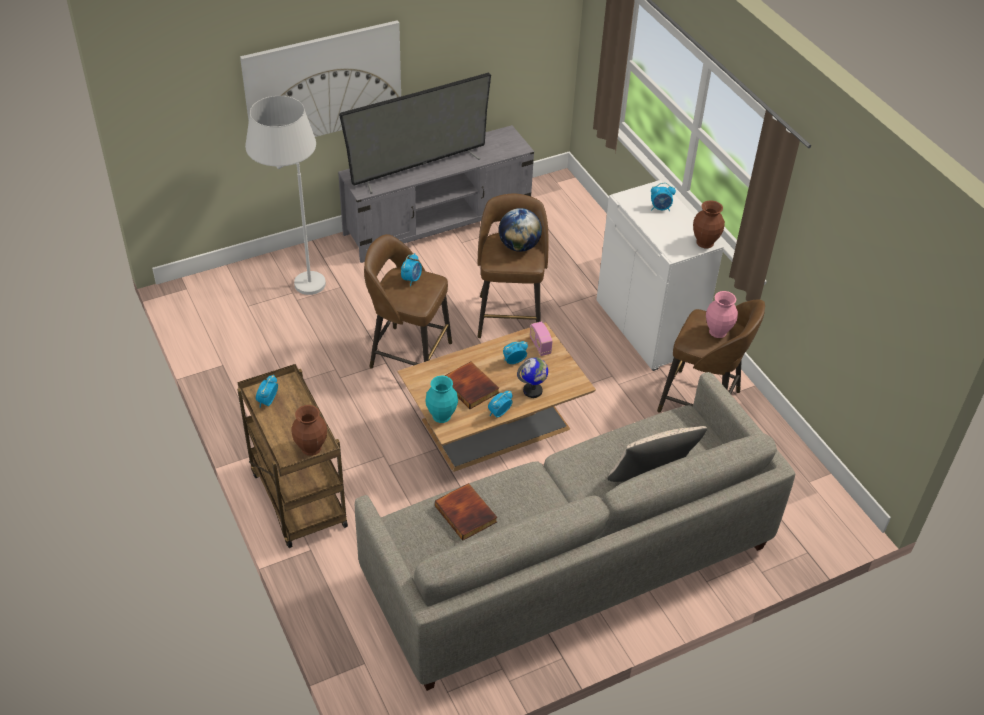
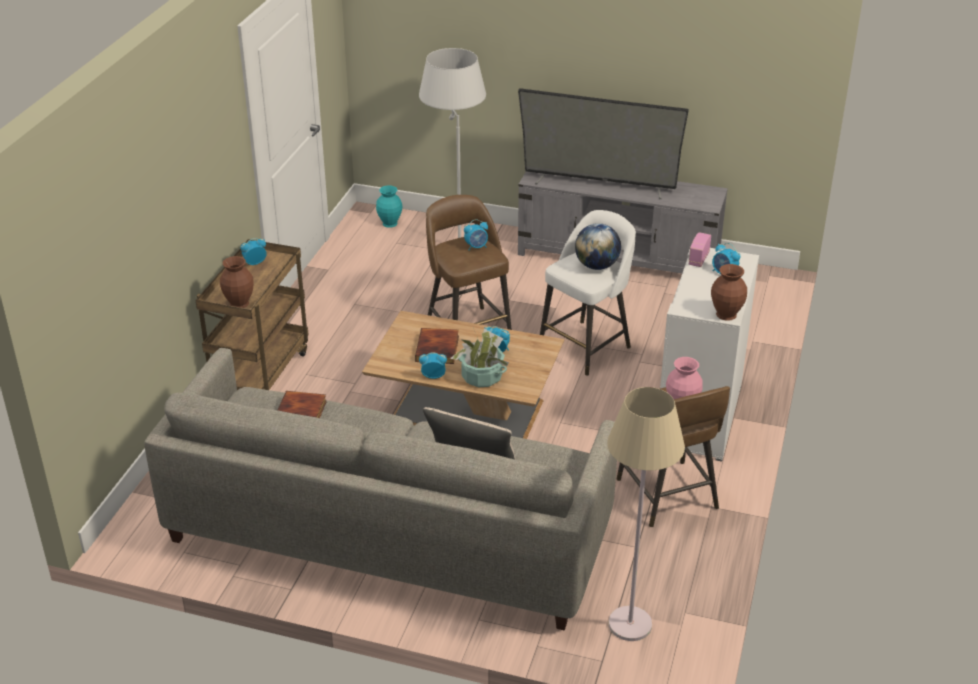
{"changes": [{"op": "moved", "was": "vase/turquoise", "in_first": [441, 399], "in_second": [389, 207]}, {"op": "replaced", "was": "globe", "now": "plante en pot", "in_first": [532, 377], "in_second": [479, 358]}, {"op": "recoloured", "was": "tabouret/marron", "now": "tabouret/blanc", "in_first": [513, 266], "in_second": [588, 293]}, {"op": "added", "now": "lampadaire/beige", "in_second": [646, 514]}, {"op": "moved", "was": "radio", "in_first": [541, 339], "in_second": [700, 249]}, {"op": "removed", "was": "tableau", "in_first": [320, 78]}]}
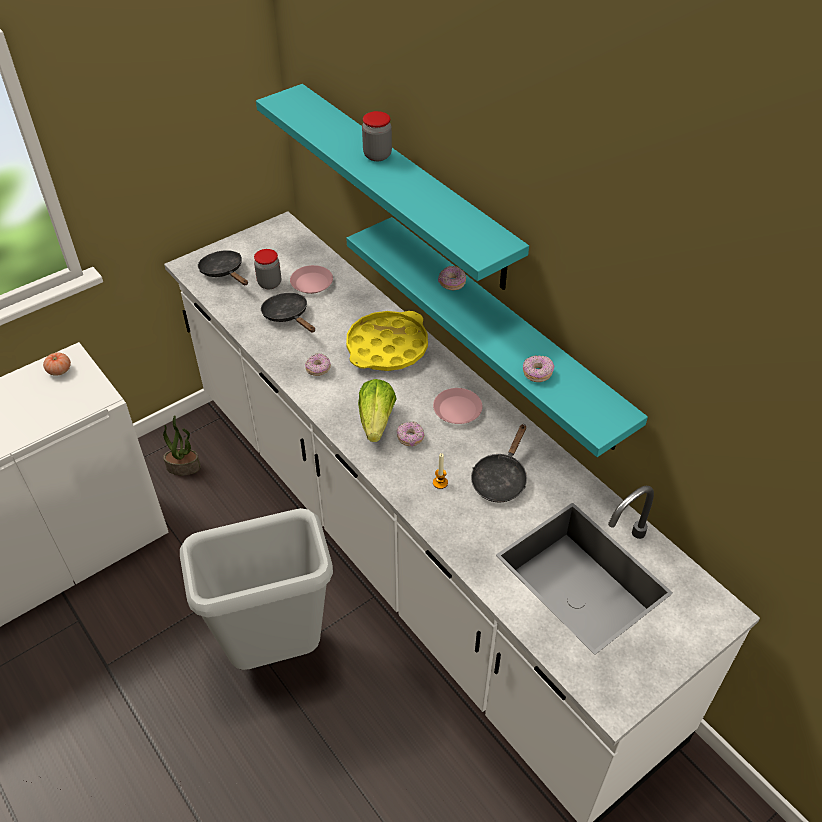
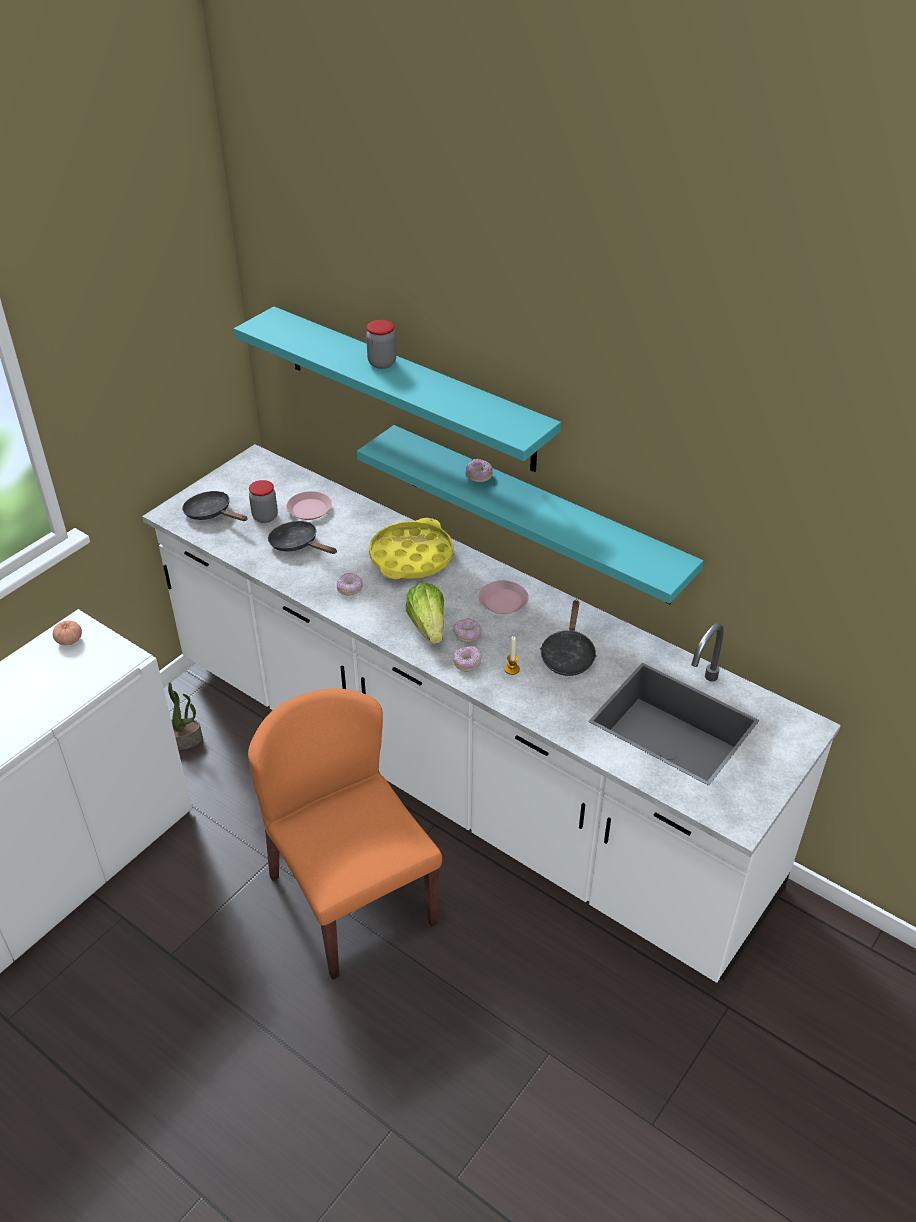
{"changes": [{"op": "replaced", "was": "poubelle/gris", "now": "chaise/orange", "in_first": [256, 589], "in_second": [345, 834]}, {"op": "moved", "was": "beignet", "in_first": [538, 368], "in_second": [467, 659]}]}
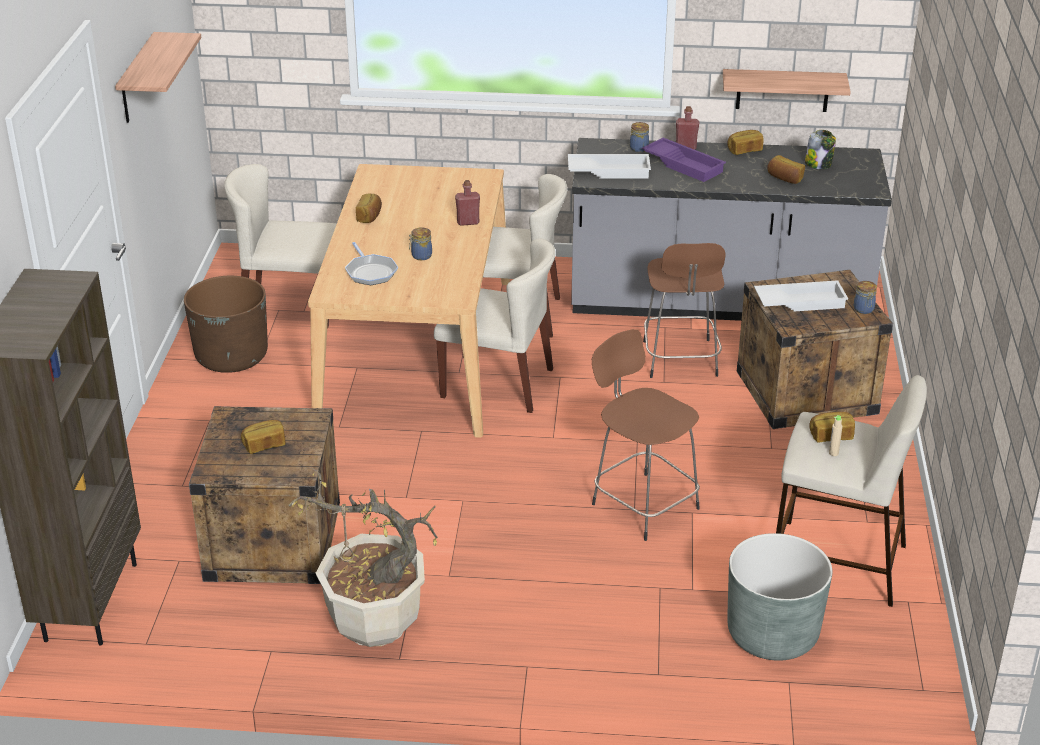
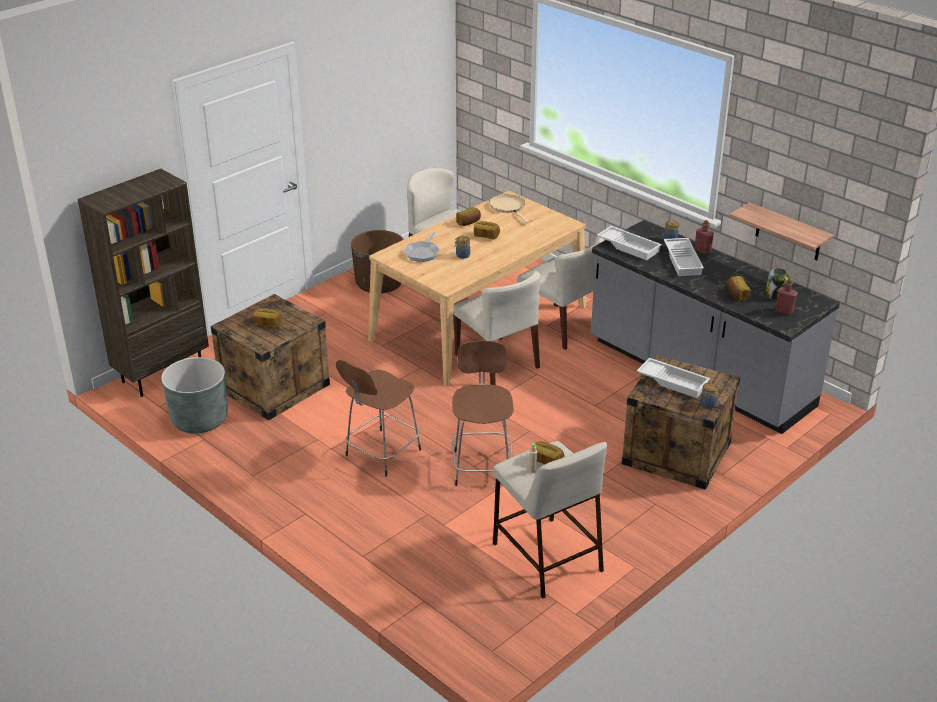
{"changes": [{"op": "moved", "was": "cache-pot/gris", "in_first": [779, 597], "in_second": [194, 395]}, {"op": "moved", "was": "tabouret/marron", "in_first": [684, 310], "in_second": [378, 418]}, {"op": "moved", "was": "pain", "in_first": [745, 142], "in_second": [487, 230]}, {"op": "added", "now": "poêle/beige", "in_second": [509, 208]}, {"op": "recoloured", "was": "plateau/violet", "now": "plateau/blanc", "in_first": [684, 160], "in_second": [684, 257]}, {"op": "moved", "was": "bouteille/rouge", "in_first": [467, 203], "in_second": [786, 297]}, {"op": "removed", "was": "étagère", "in_first": [158, 77]}, {"op": "removed", "was": "plante en pot", "in_first": [363, 557]}]}
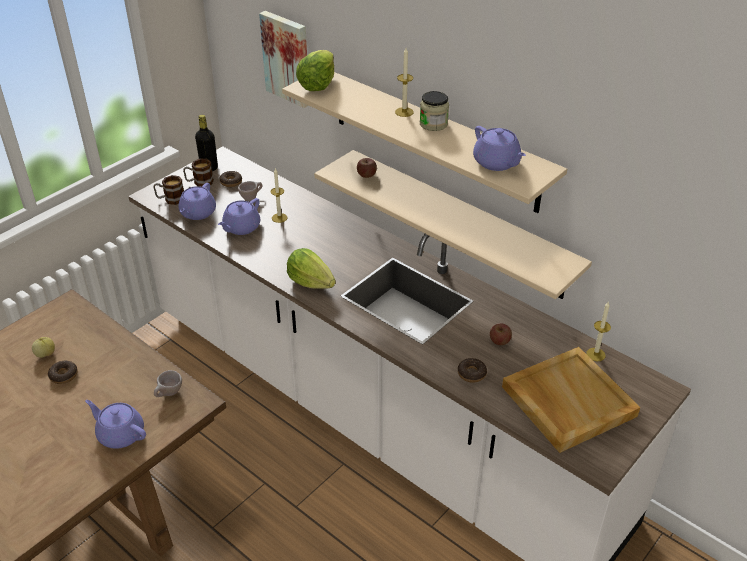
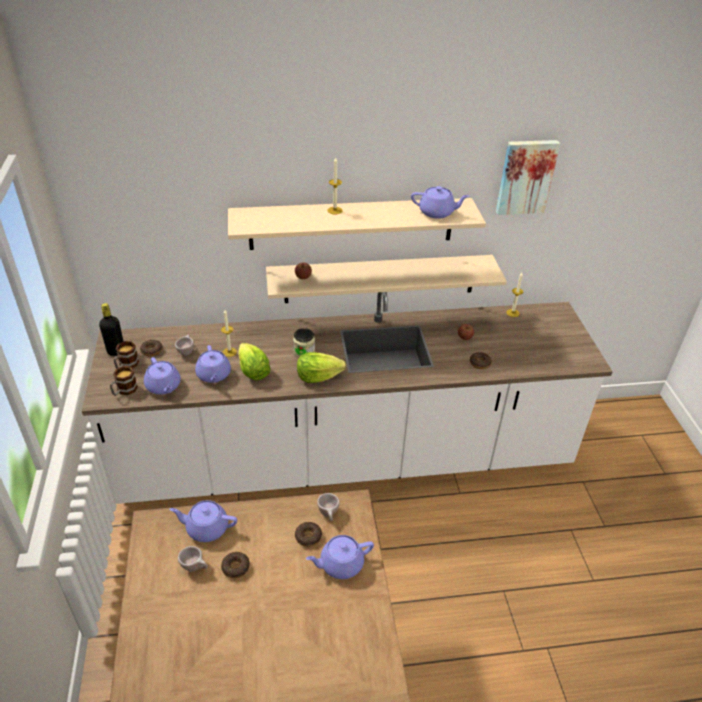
{"changes": [{"op": "added", "now": "théière/violet", "in_second": [203, 521]}, {"op": "replaced", "was": "pomme", "now": "tasse/beige", "in_first": [43, 347], "in_second": [193, 559]}, {"op": "moved", "was": "laitue", "in_first": [315, 70], "in_second": [254, 362]}, {"op": "moved", "was": "bocal", "in_first": [434, 111], "in_second": [304, 342]}, {"op": "added", "now": "beignet", "in_second": [308, 534]}, {"op": "moved", "was": "tableau", "in_first": [284, 59], "in_second": [528, 177]}, {"op": "removed", "was": "plateau/beige", "in_first": [571, 400]}]}
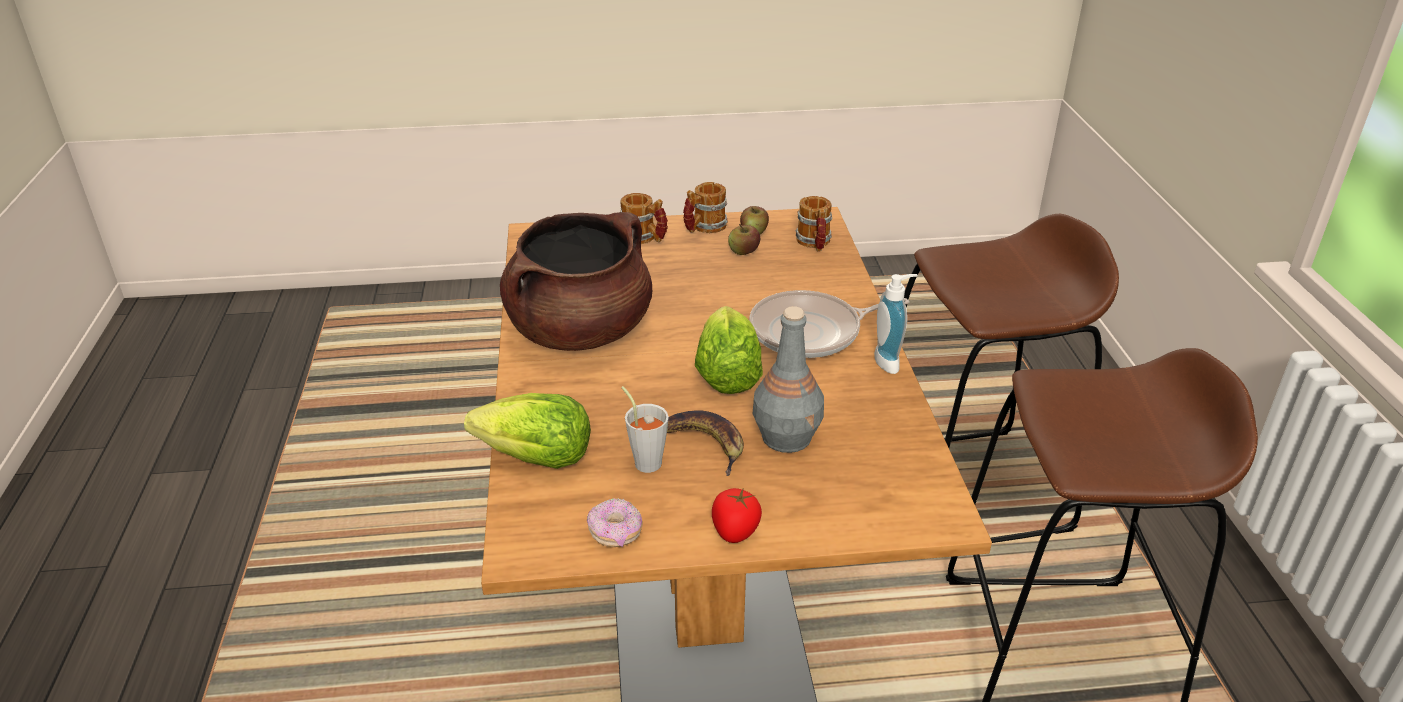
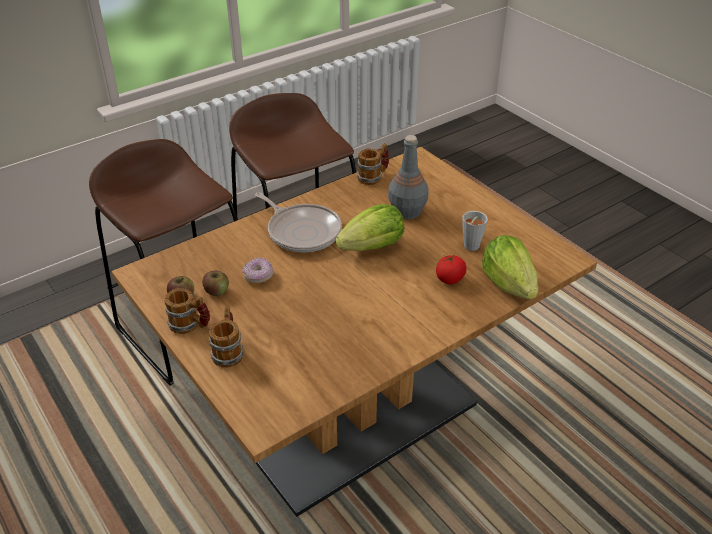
{"changes": [{"op": "moved", "was": "beignet", "in_first": [615, 522], "in_second": [257, 270]}, {"op": "moved", "was": "mug", "in_first": [814, 223], "in_second": [373, 164]}, {"op": "moved", "was": "tomate", "in_first": [737, 515], "in_second": [451, 269]}, {"op": "removed", "was": "marmite/marron", "in_first": [576, 281]}, {"op": "removed", "was": "banane", "in_first": [705, 443]}, {"op": "removed", "was": "distributeur de savon", "in_first": [895, 324]}]}
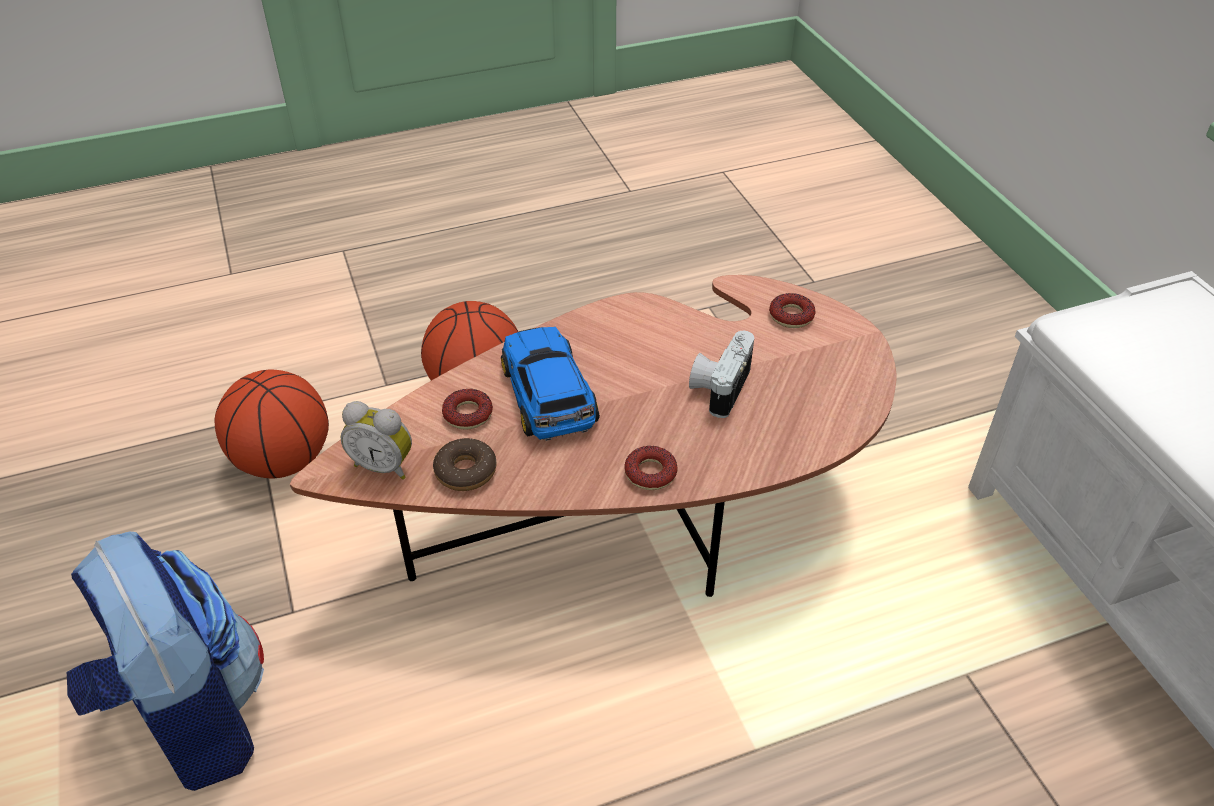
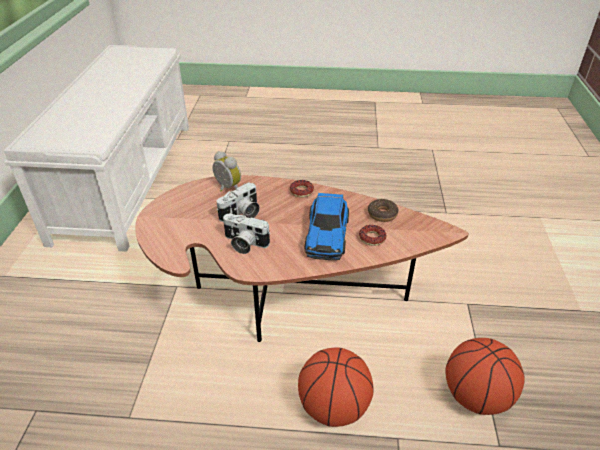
{"changes": [{"op": "moved", "was": "réveil", "in_first": [376, 440], "in_second": [227, 171]}, {"op": "added", "now": "appareil photo", "in_second": [246, 234]}, {"op": "removed", "was": "sac à dos", "in_first": [165, 661]}, {"op": "removed", "was": "beignet", "in_first": [792, 310]}]}
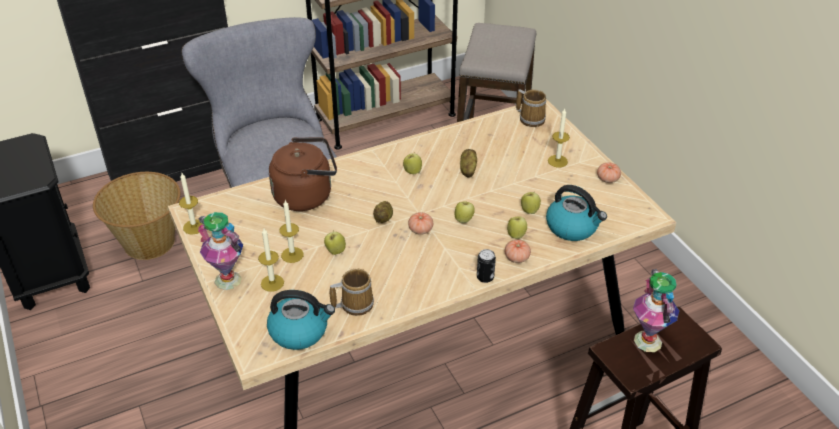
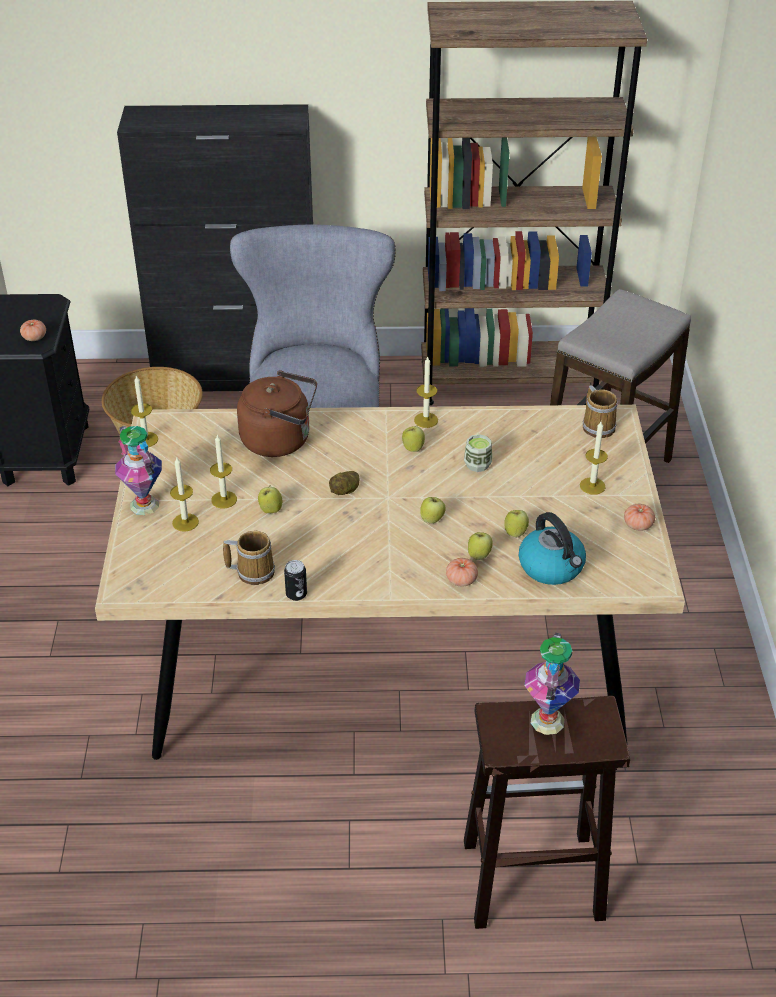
{"changes": [{"op": "moved", "was": "tomate", "in_first": [420, 223], "in_second": [33, 330]}, {"op": "moved", "was": "boîte métallique", "in_first": [486, 266], "in_second": [295, 580]}, {"op": "added", "now": "bougie", "in_second": [426, 392]}, {"op": "replaced", "was": "pomme de terre", "now": "tasse", "in_first": [468, 163], "in_second": [478, 453]}, {"op": "removed", "was": "bouilloire", "in_first": [301, 320]}]}
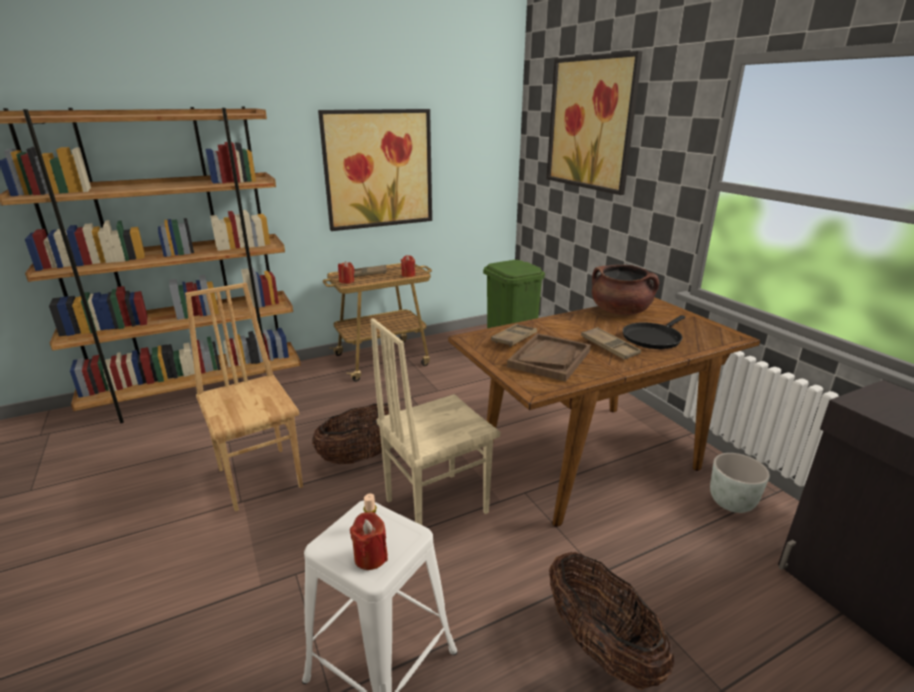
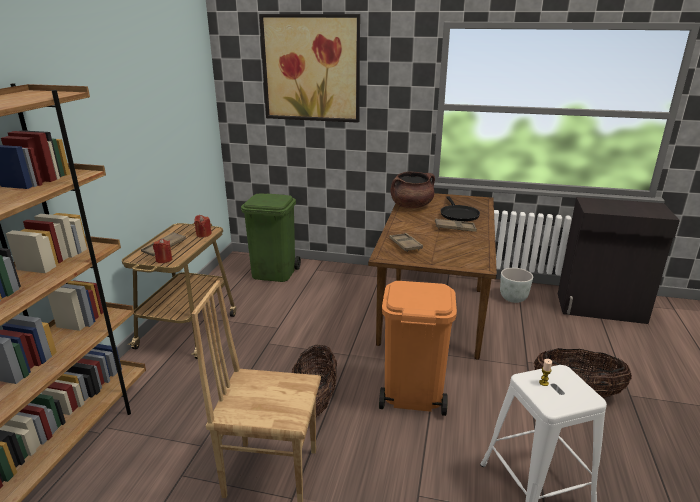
{"changes": [{"op": "replaced", "was": "chaise/beige", "now": "poubelle/orange", "in_first": [435, 421], "in_second": [418, 348]}, {"op": "removed", "was": "tableau", "in_first": [375, 170]}, {"op": "removed", "was": "bougie/rouge", "in_first": [369, 541]}, {"op": "removed", "was": "plateau/marron", "in_first": [549, 357]}]}
